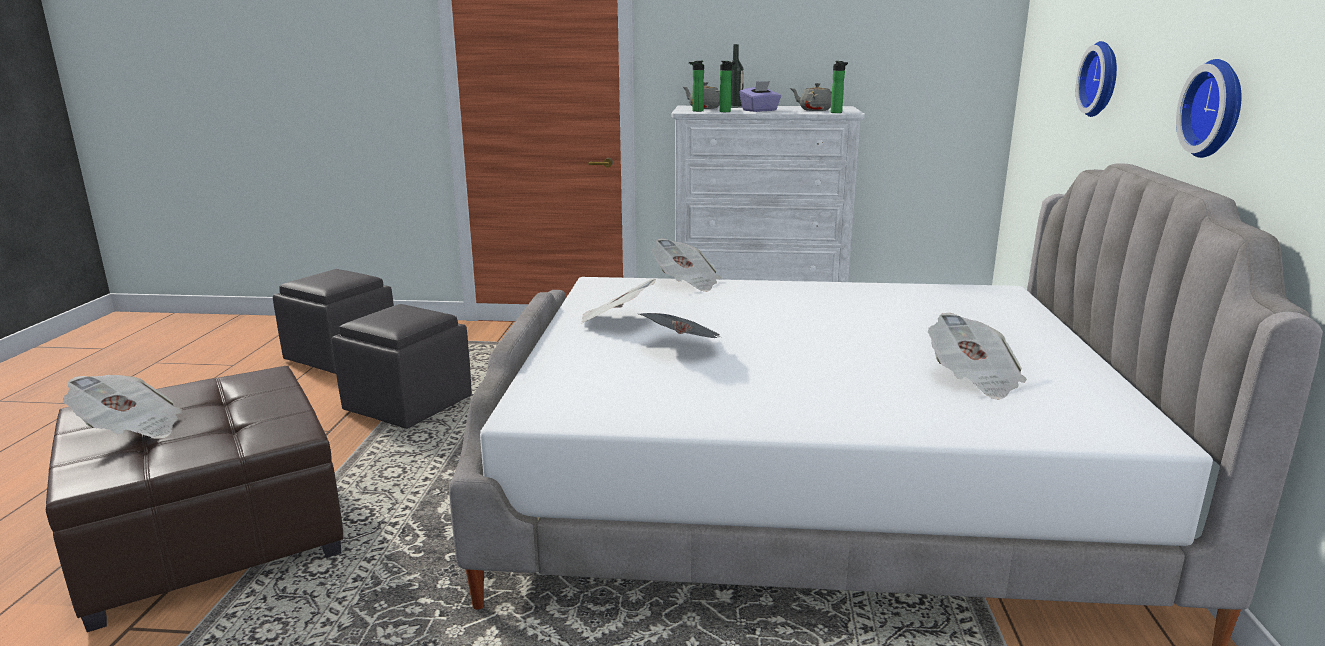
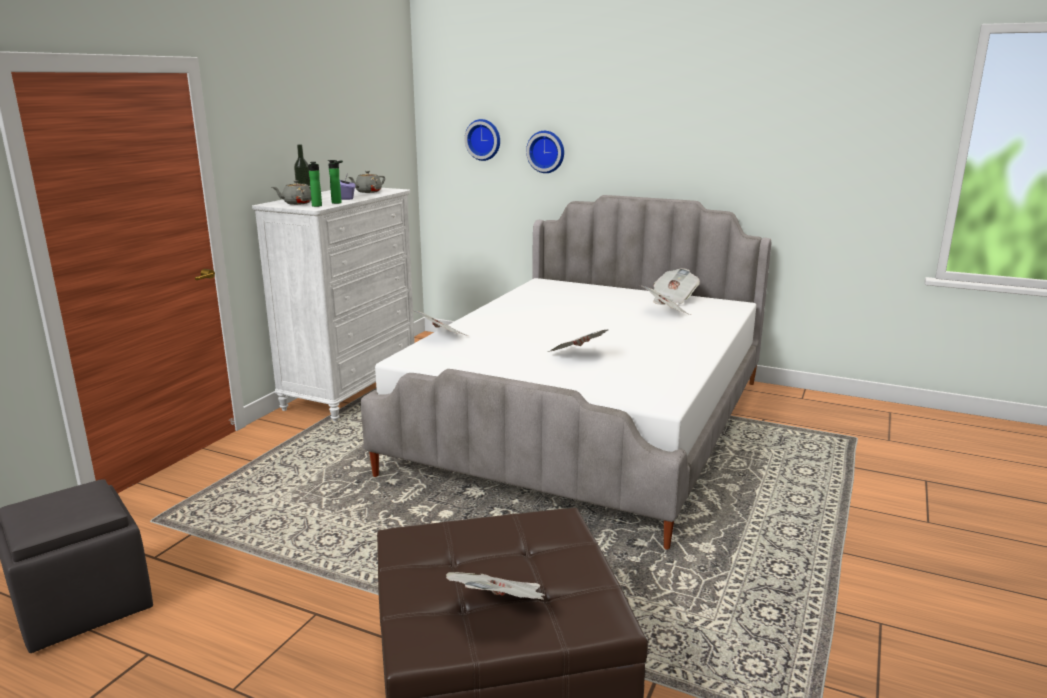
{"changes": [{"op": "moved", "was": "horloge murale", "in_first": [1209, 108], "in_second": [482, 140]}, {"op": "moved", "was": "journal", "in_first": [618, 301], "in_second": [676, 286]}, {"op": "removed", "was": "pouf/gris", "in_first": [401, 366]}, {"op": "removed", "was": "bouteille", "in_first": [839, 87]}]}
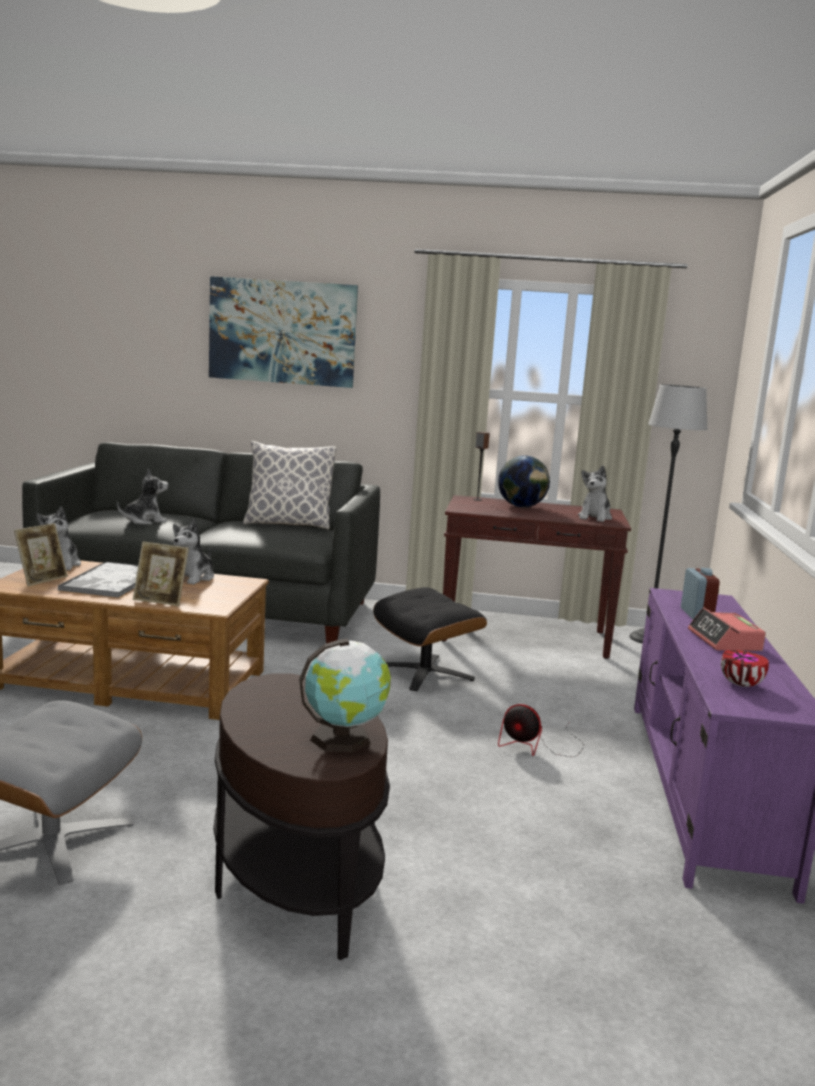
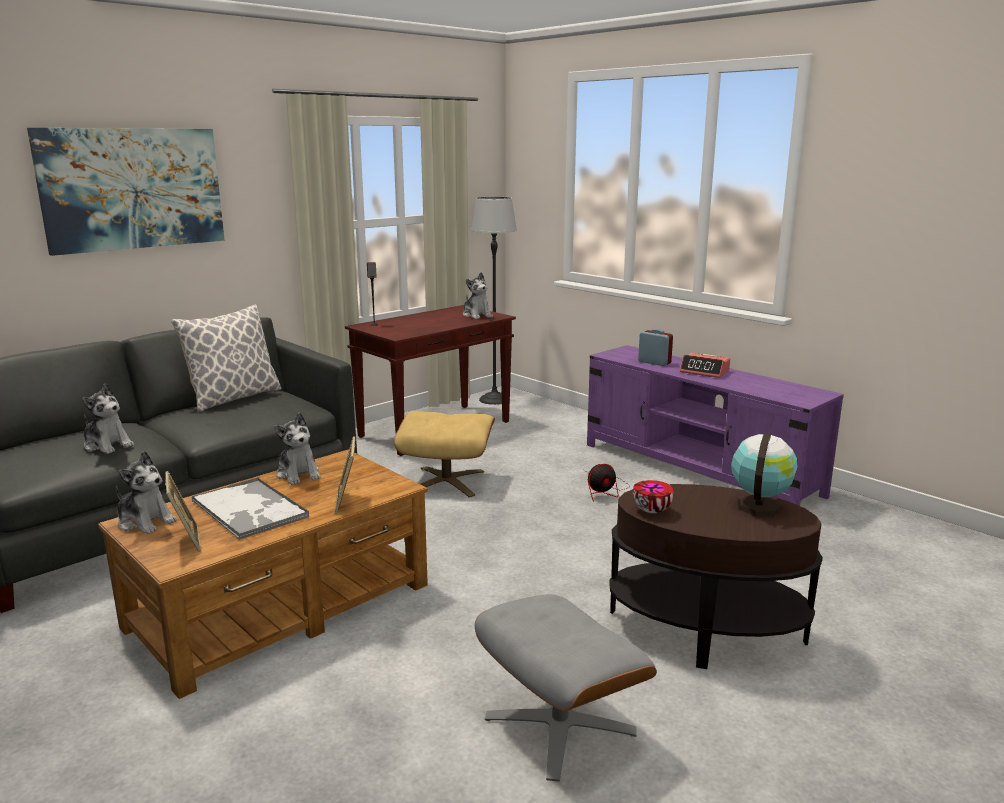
{"changes": [{"op": "turned", "was": "peluche", "in_first": [142, 496], "in_second": [108, 418], "clockwise": 120}, {"op": "turned", "was": "cadre photo", "in_first": [161, 573], "in_second": [345, 475], "clockwise": 120}, {"op": "recoloured", "was": "pouf/noir", "now": "pouf/beige", "in_first": [430, 639], "in_second": [444, 454]}, {"op": "moved", "was": "bol", "in_first": [745, 668], "in_second": [653, 496]}, {"op": "removed", "was": "globe", "in_first": [524, 481]}]}
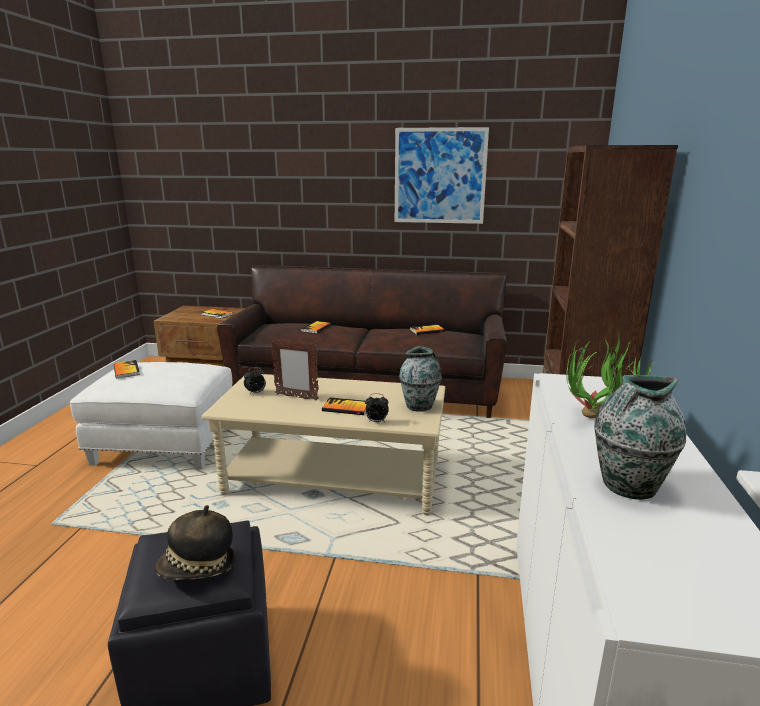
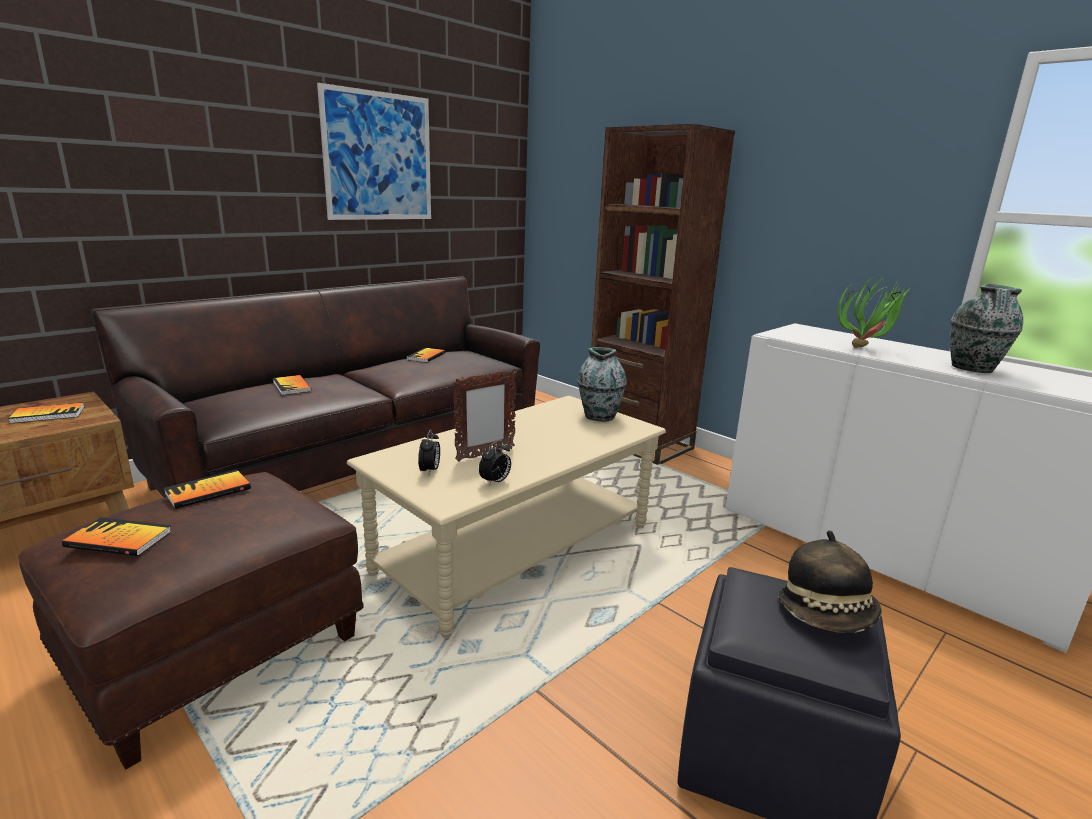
{"changes": [{"op": "recoloured", "was": "pouf/blanc", "now": "pouf/marron", "in_first": [151, 415], "in_second": [191, 620]}, {"op": "moved", "was": "livre", "in_first": [344, 406], "in_second": [207, 489]}, {"op": "moved", "was": "réveil", "in_first": [377, 407], "in_second": [495, 463]}]}
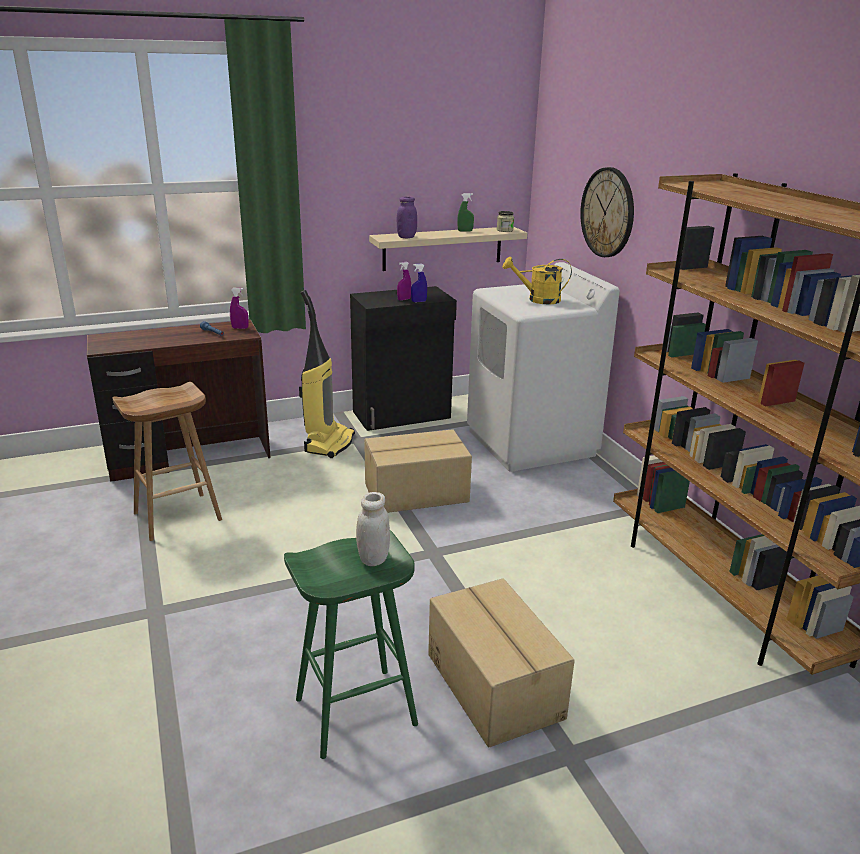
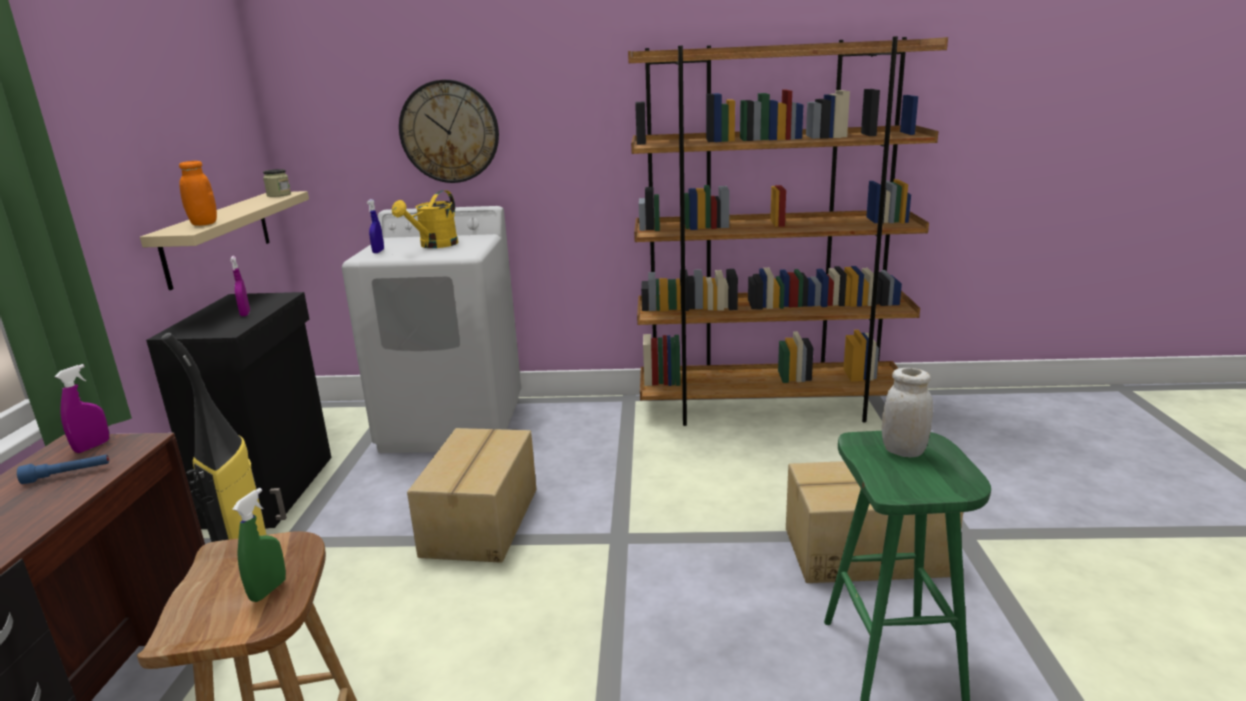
{"changes": [{"op": "recoloured", "was": "bocal/violet", "now": "bocal/orange", "in_first": [407, 217], "in_second": [198, 193]}, {"op": "moved", "was": "vaporisateur/vert", "in_first": [465, 212], "in_second": [259, 545]}, {"op": "moved", "was": "vaporisateur/bleu", "in_first": [419, 283], "in_second": [375, 226]}]}
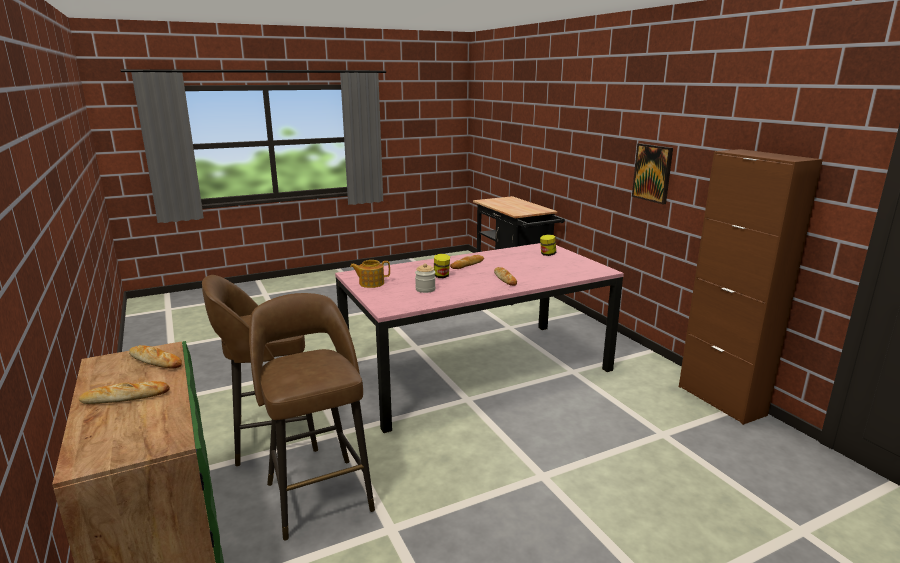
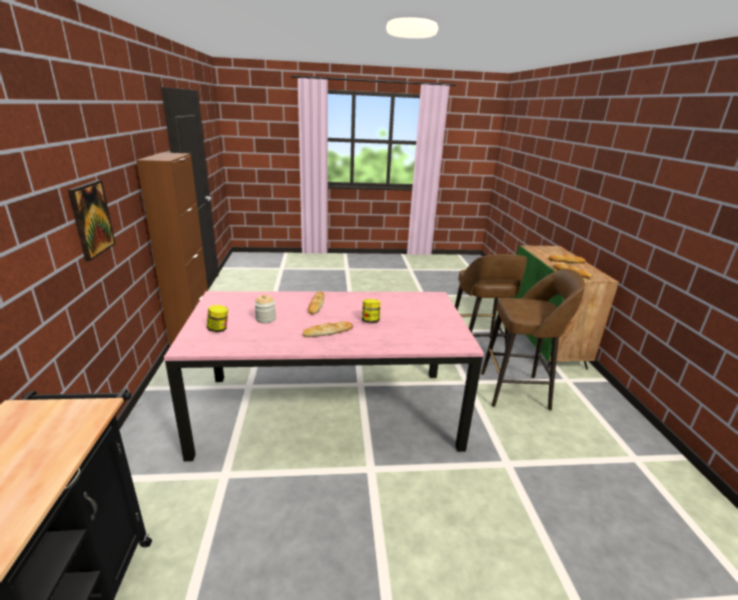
{"changes": [{"op": "moved", "was": "bocal", "in_first": [425, 278], "in_second": [265, 308]}, {"op": "removed", "was": "théière", "in_first": [370, 274]}]}
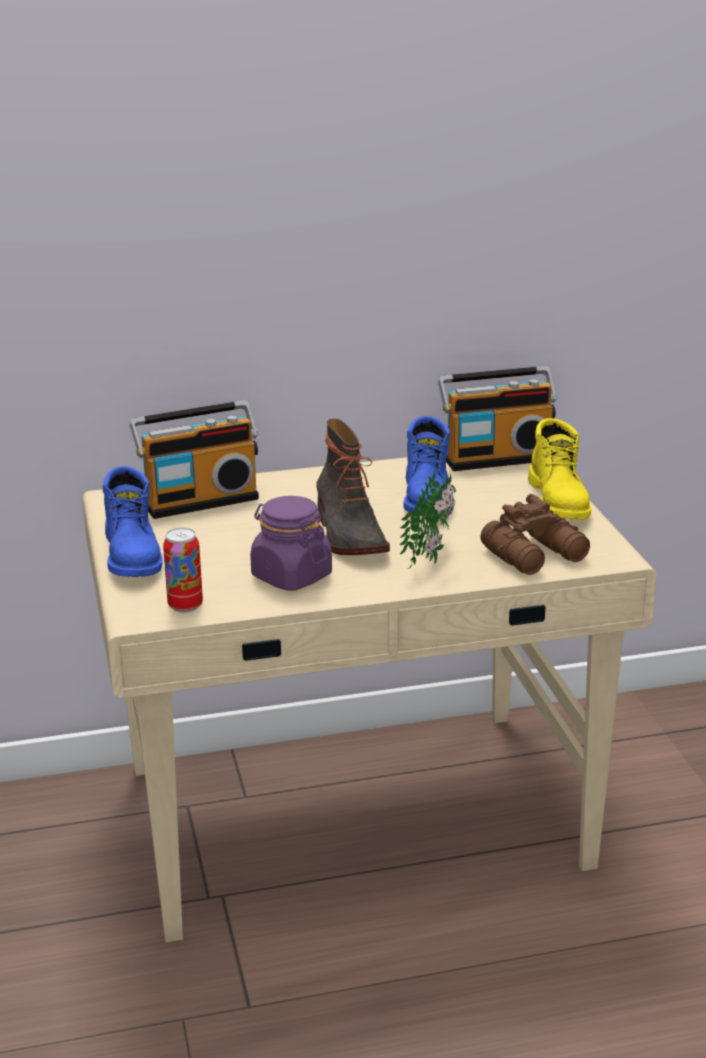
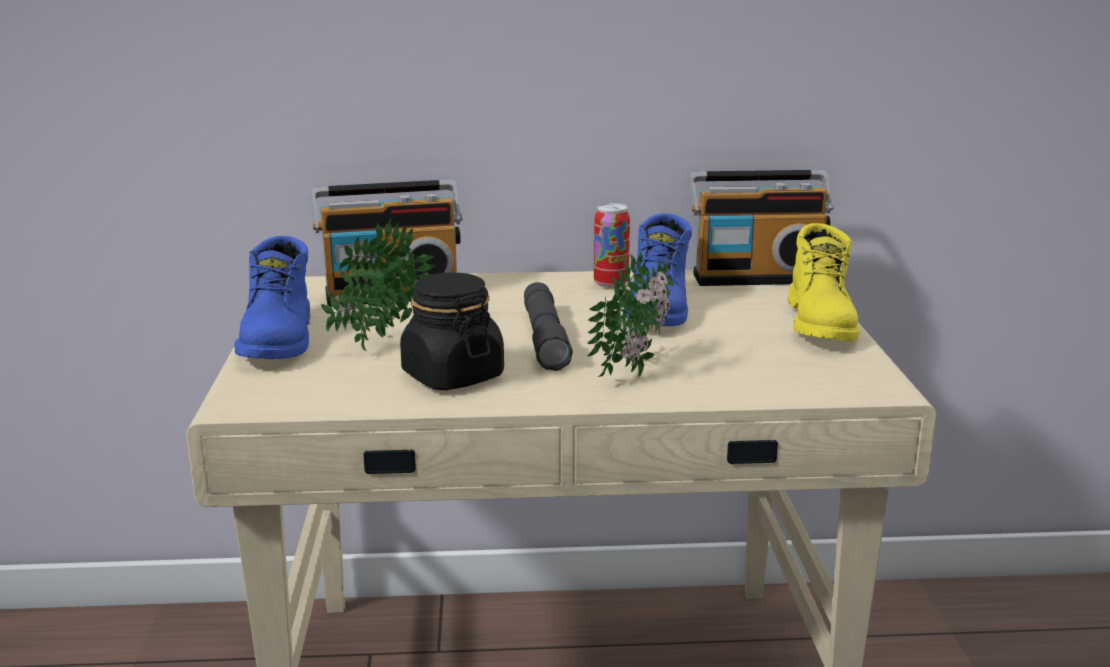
{"changes": [{"op": "added", "now": "plante en pot", "in_second": [378, 285]}, {"op": "recoloured", "was": "bocal/violet", "now": "bocal/noir", "in_first": [291, 543], "in_second": [452, 331]}, {"op": "replaced", "was": "botte", "now": "lampe de poche/gris", "in_first": [353, 487], "in_second": [548, 326]}, {"op": "moved", "was": "boîte métallique", "in_first": [183, 570], "in_second": [612, 245]}, {"op": "removed", "was": "jumelles/marron", "in_first": [535, 534]}]}
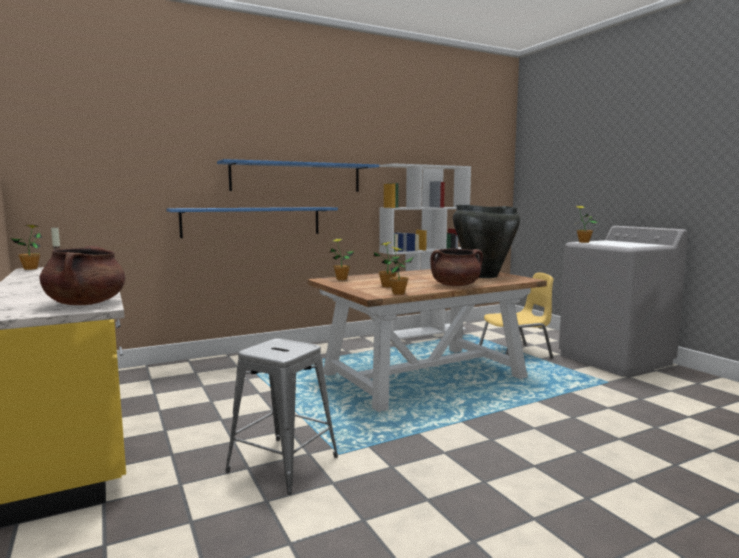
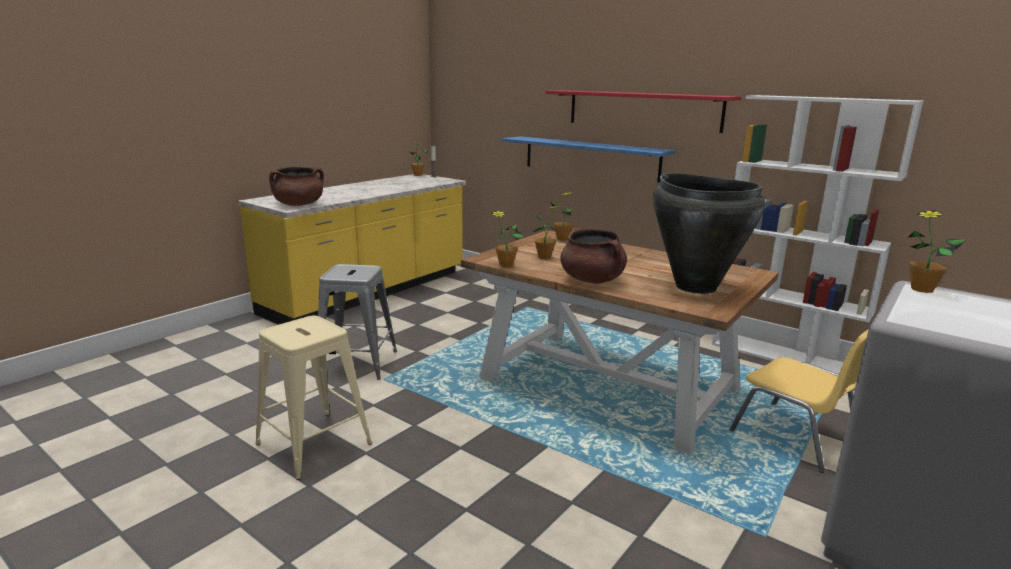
{"changes": [{"op": "added", "now": "tabouret/beige", "in_second": [313, 397]}, {"op": "recoloured", "was": "étagère/bleu", "now": "étagère/rouge", "in_first": [298, 175], "in_second": [643, 111]}]}
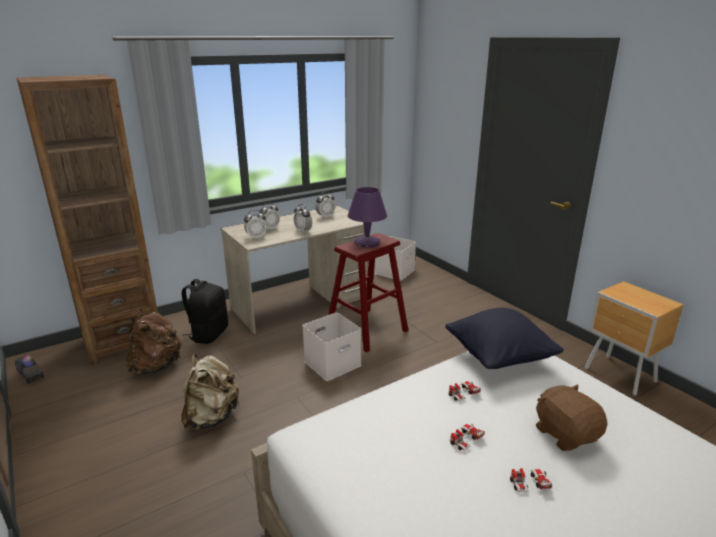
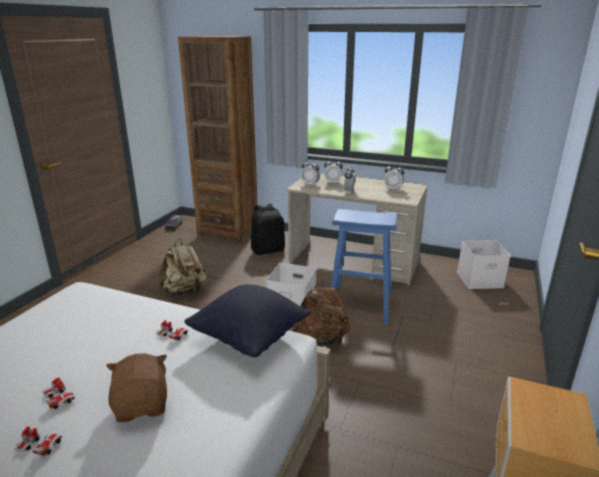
{"changes": [{"op": "moved", "was": "petite voiture", "in_first": [467, 436], "in_second": [38, 441]}, {"op": "turned", "was": "peluche/marron", "in_first": [571, 417], "in_second": [136, 387], "clockwise": -45}, {"op": "moved", "was": "sac à dos/marron", "in_first": [154, 342], "in_second": [322, 313]}, {"op": "recoloured", "was": "tabouret/rouge", "now": "tabouret/bleu", "in_first": [369, 292], "in_second": [364, 267]}, {"op": "removed", "was": "lampe de table/violet", "in_first": [367, 217]}]}
